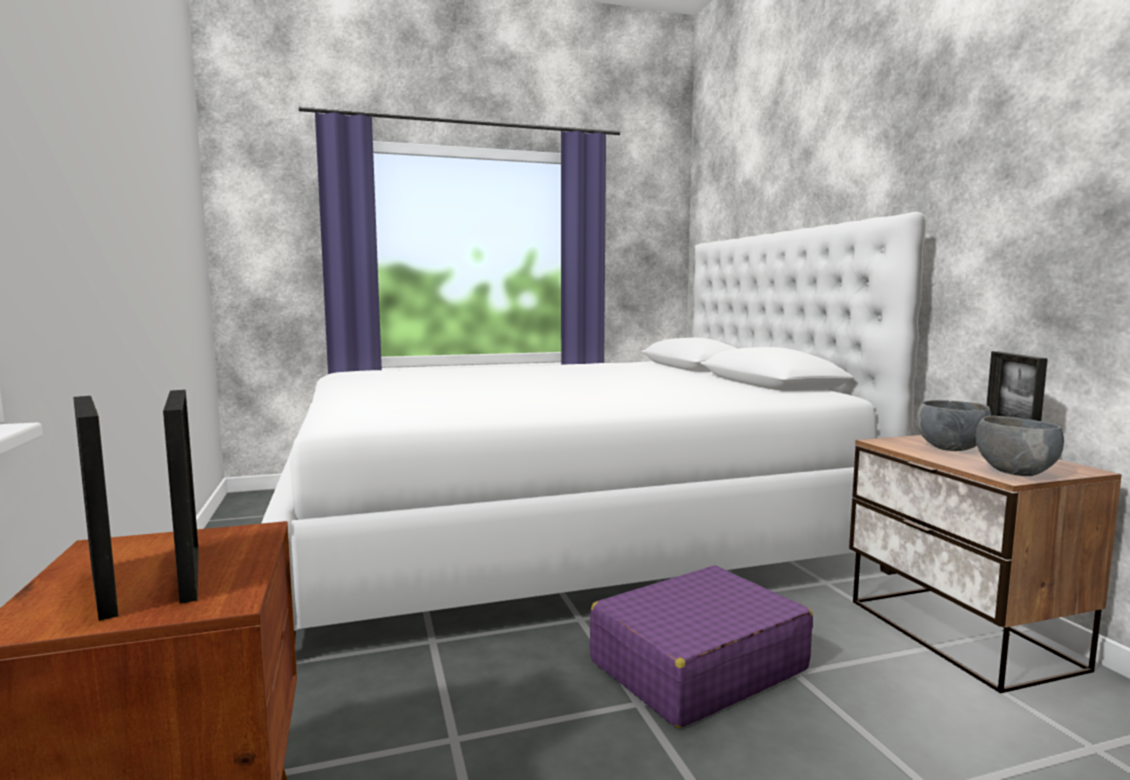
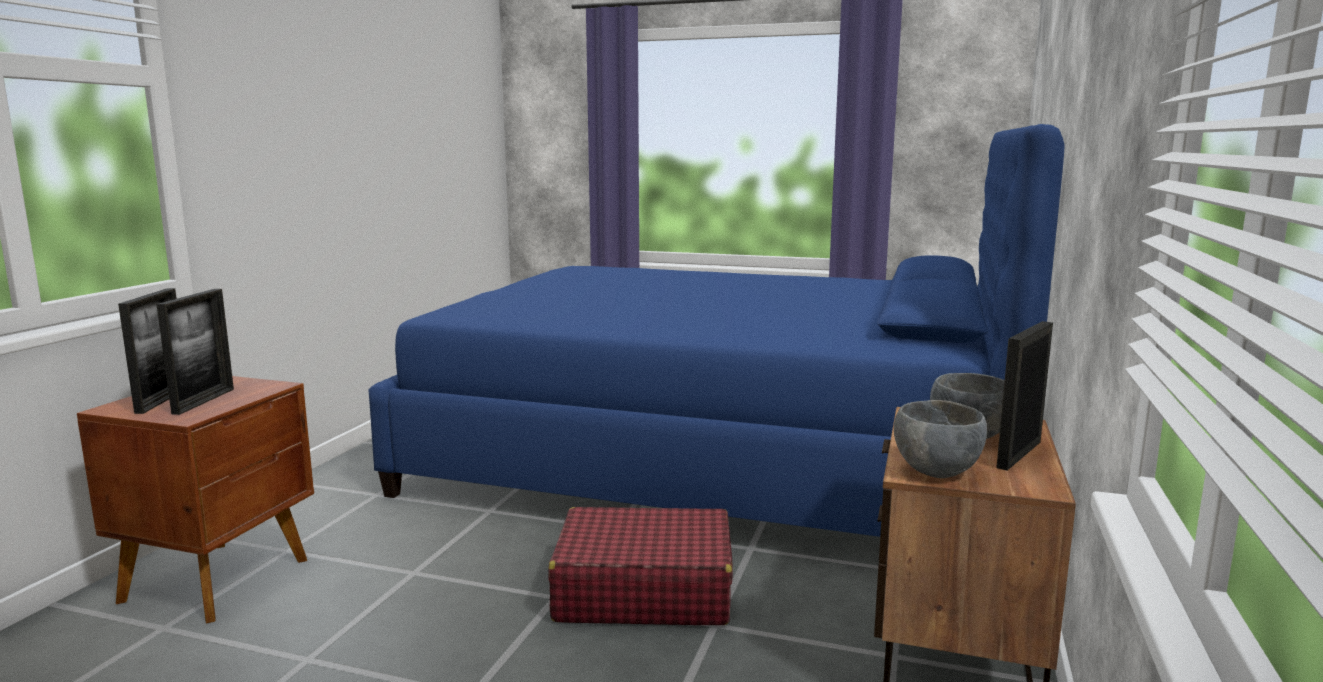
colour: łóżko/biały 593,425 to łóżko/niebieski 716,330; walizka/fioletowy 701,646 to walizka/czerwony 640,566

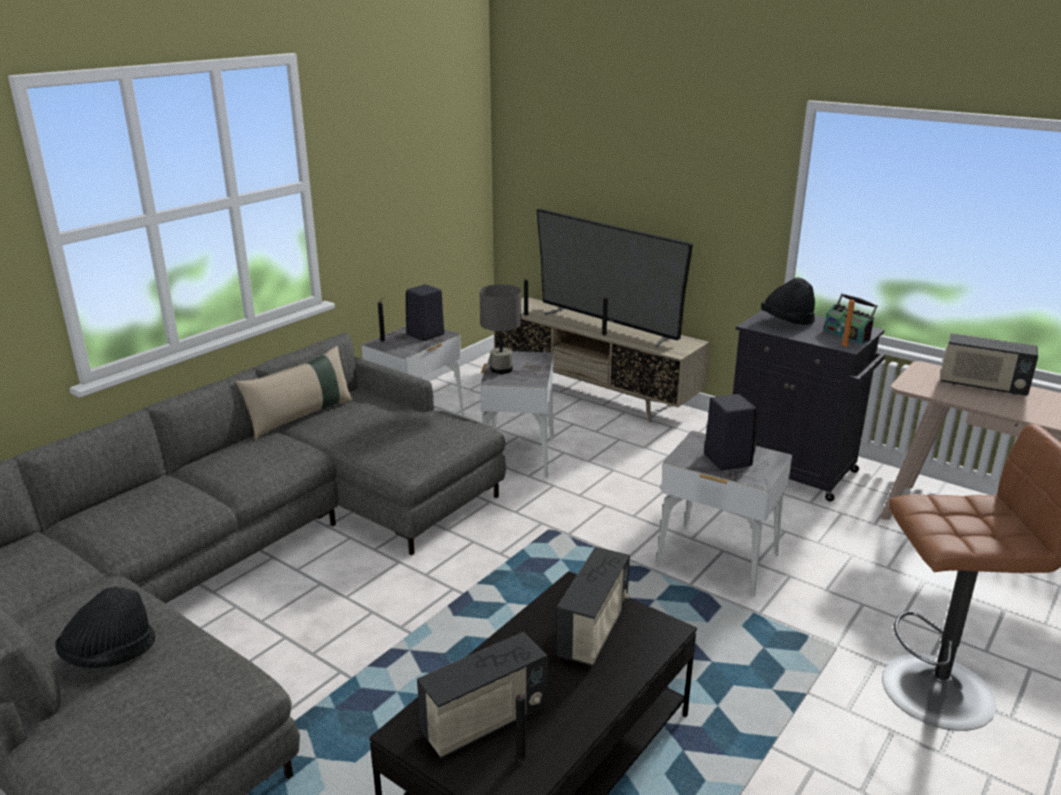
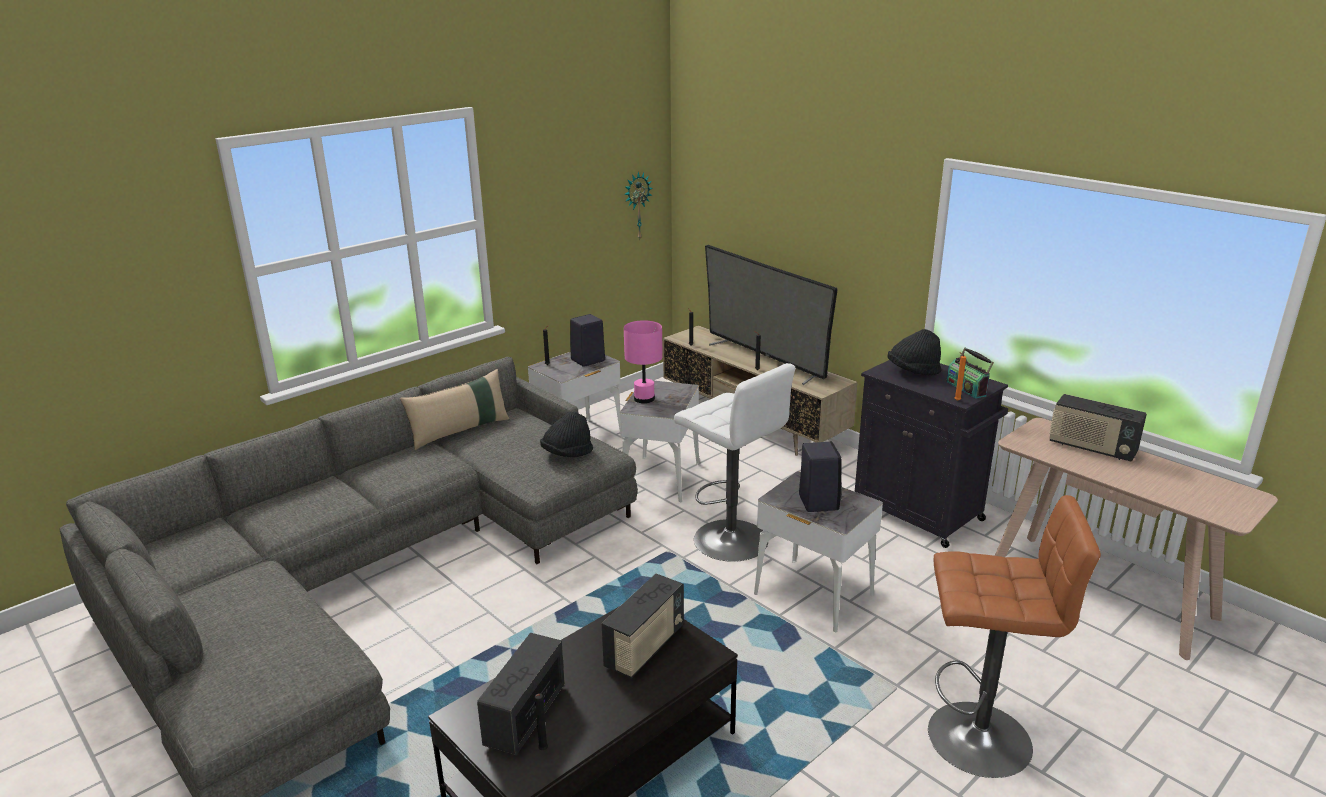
appeared: zegar ścienny 638,205; stołek/biały 734,462
relocated: kapelusz/czarny 105,627 to 566,434
colour: lampa stołowa/szary 500,329 to lampa stołowa/różowy 643,361
spun: radio 482,695 = 521,694 135 degrees clockwise

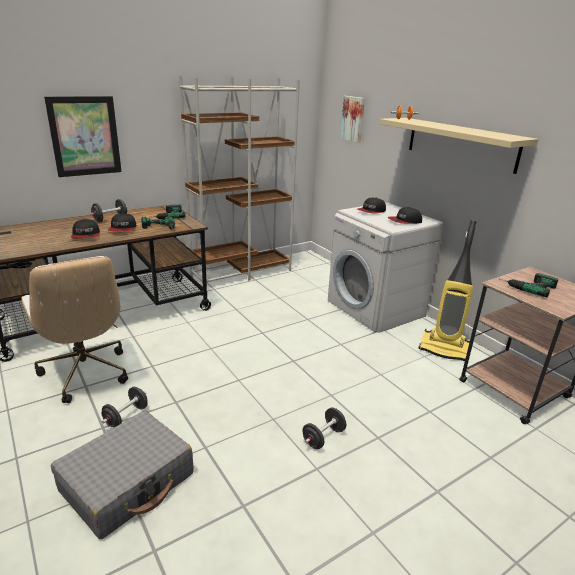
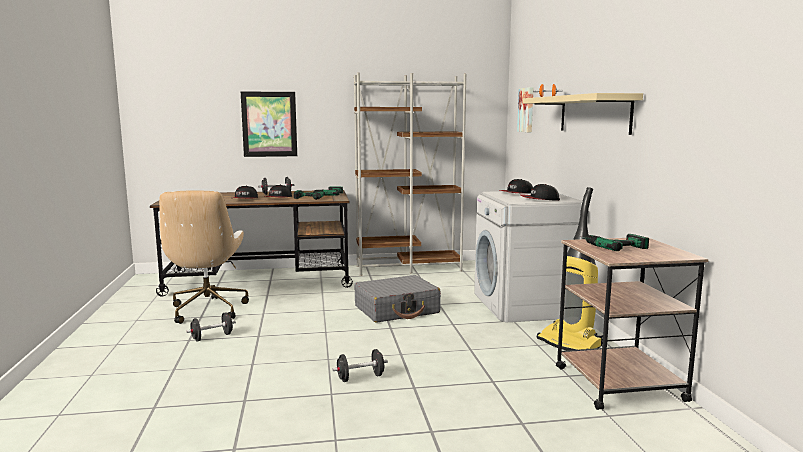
relocated: walizka/szary 122,475 to 397,299

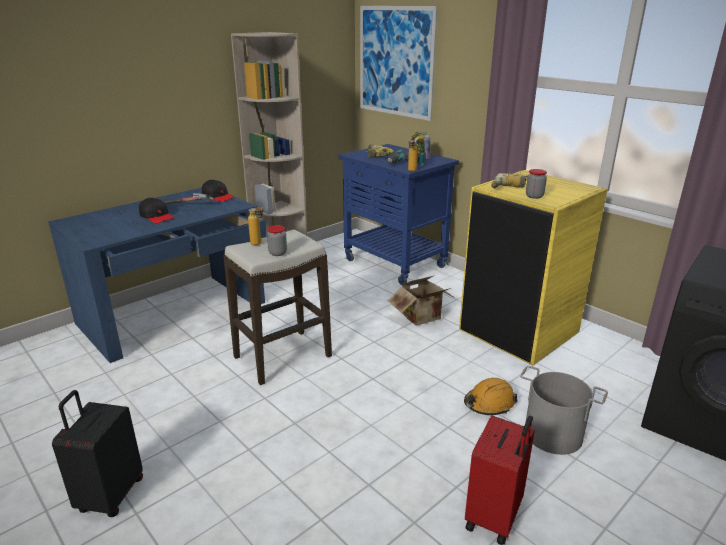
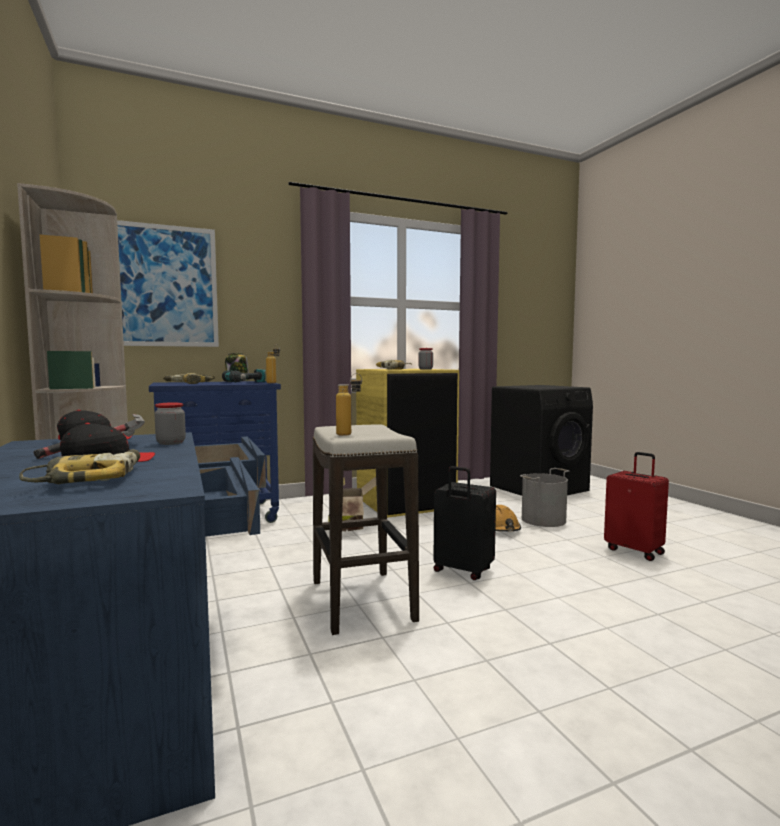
appeared: wiertarka 79,466
relocated: słoik 277,240 to 170,423; walizka/czarny 97,453 to 464,523

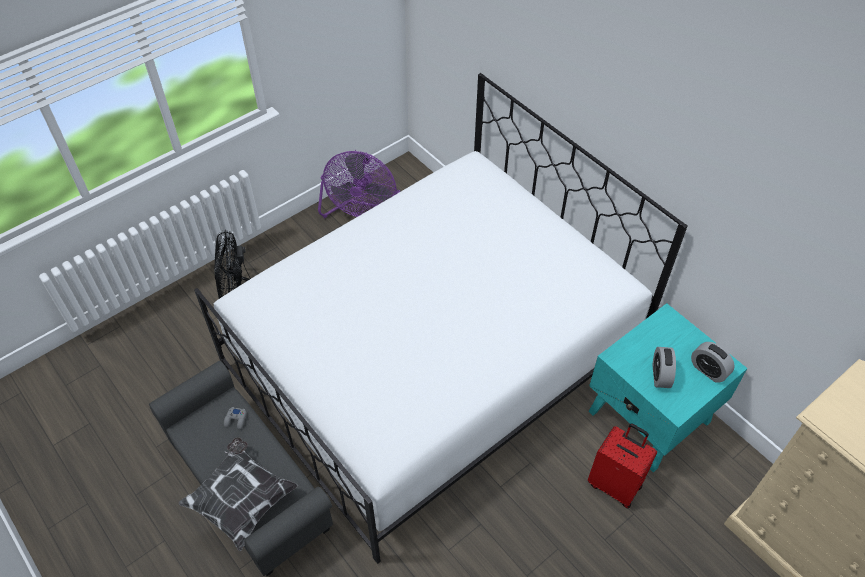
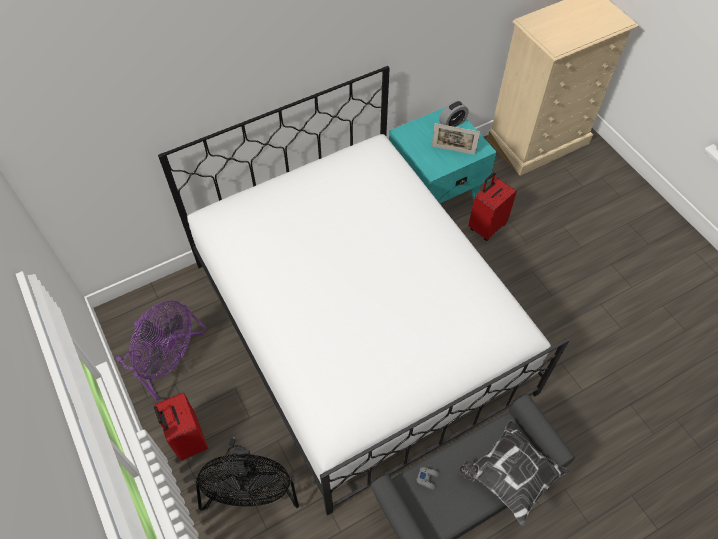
appeared: walizka/czerwony 181,426
exchanged: budzik 664,367 to ramka na zdjęcie 456,139

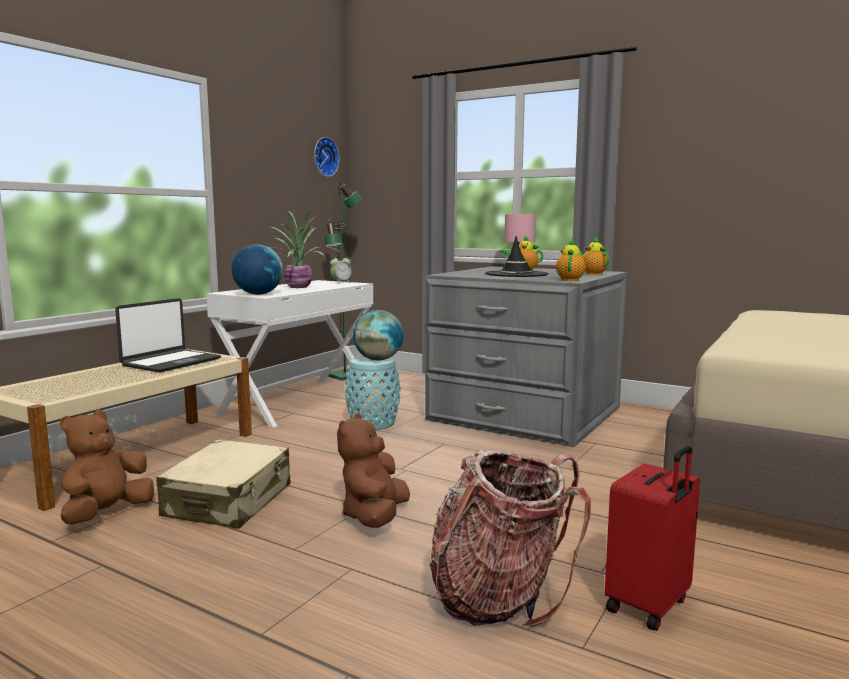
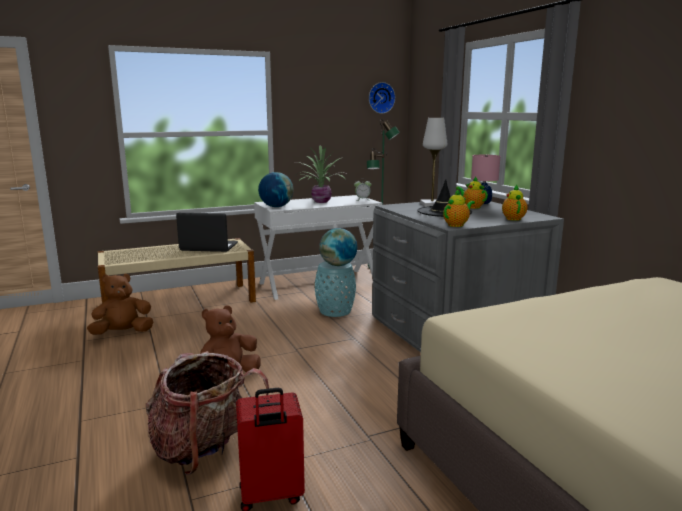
missing: walizka/beżowy 223,484
appeared: lampa stołowa/biały 433,162
spun: laptop 168,335 = 207,232 150 degrees counterclockwise

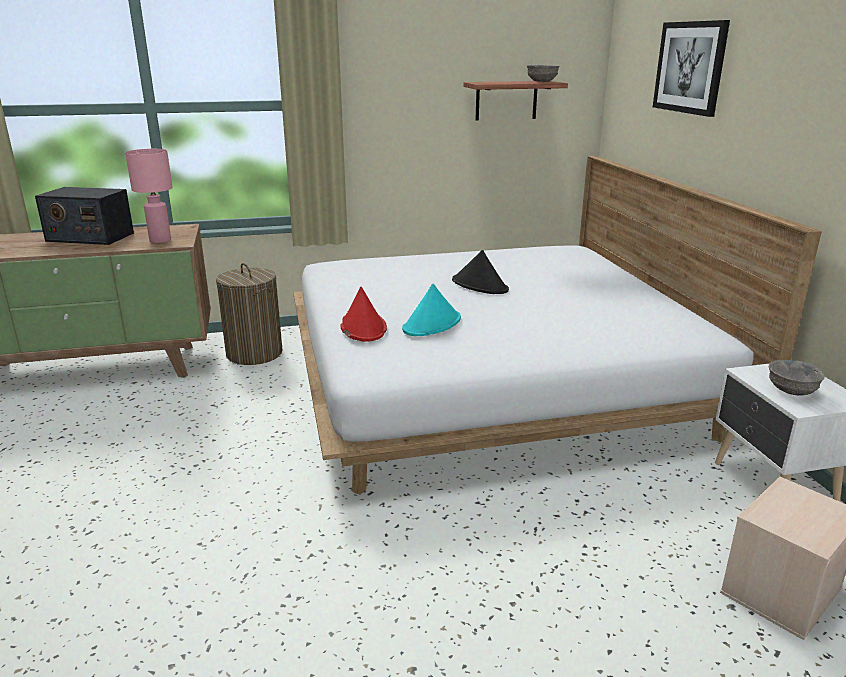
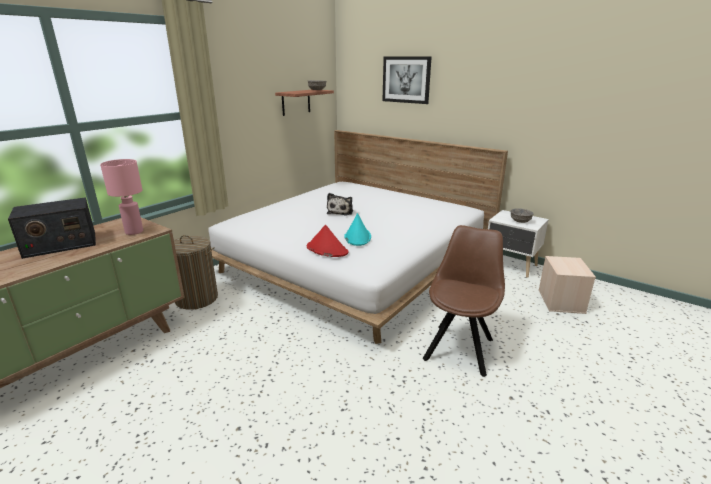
appeared: krzesło/brązowy 464,301
exchanged: kapelusz/czarny 480,272 to pluszak 340,204

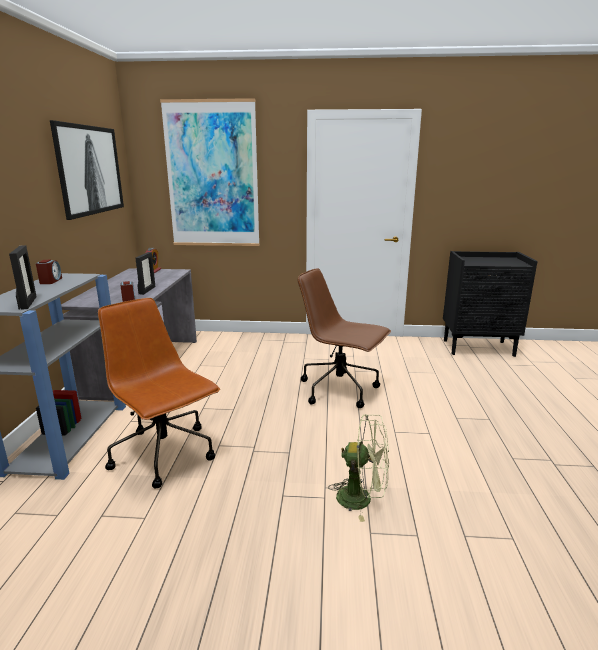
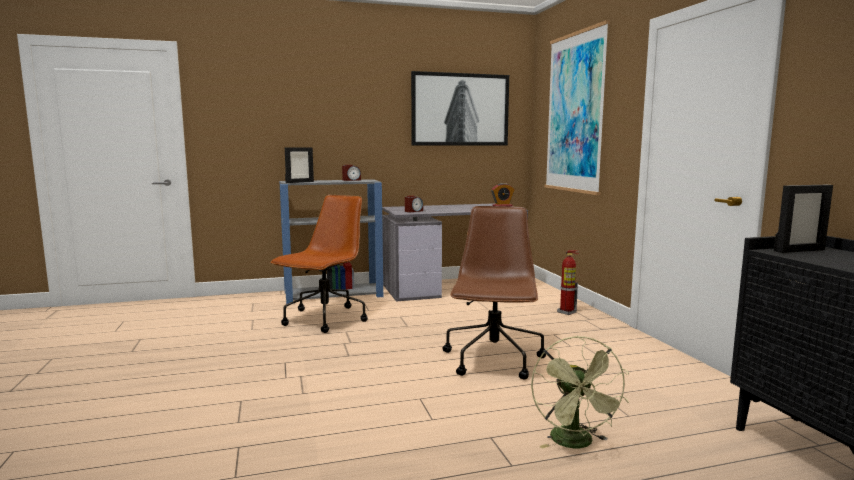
appeared: gaśnica 568,282
relocated: ramka na zdjęcie 145,273 to 803,219; wentylator/zielony 358,468 to 580,392

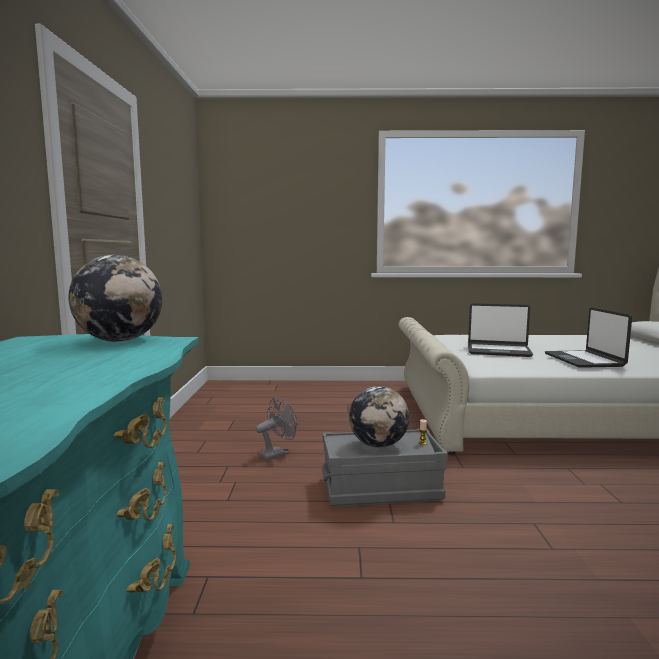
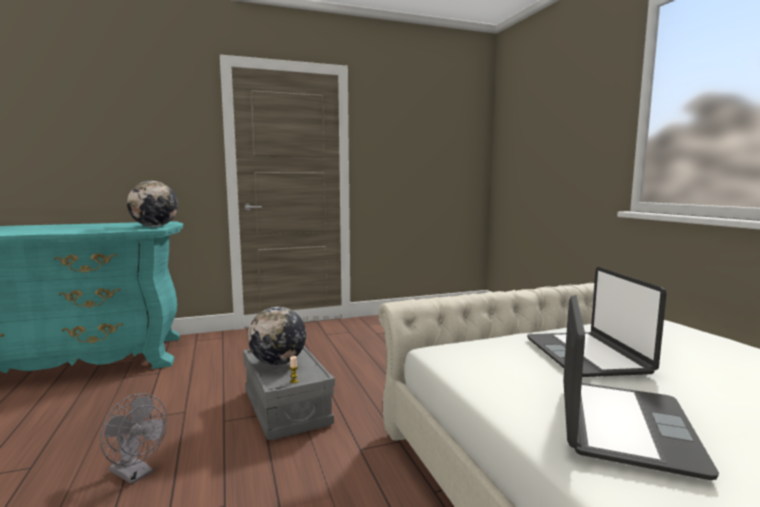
relocated: wentylator/szary 276,428 to 133,438
spun: laptop 588,337 = 641,387 135 degrees clockwise

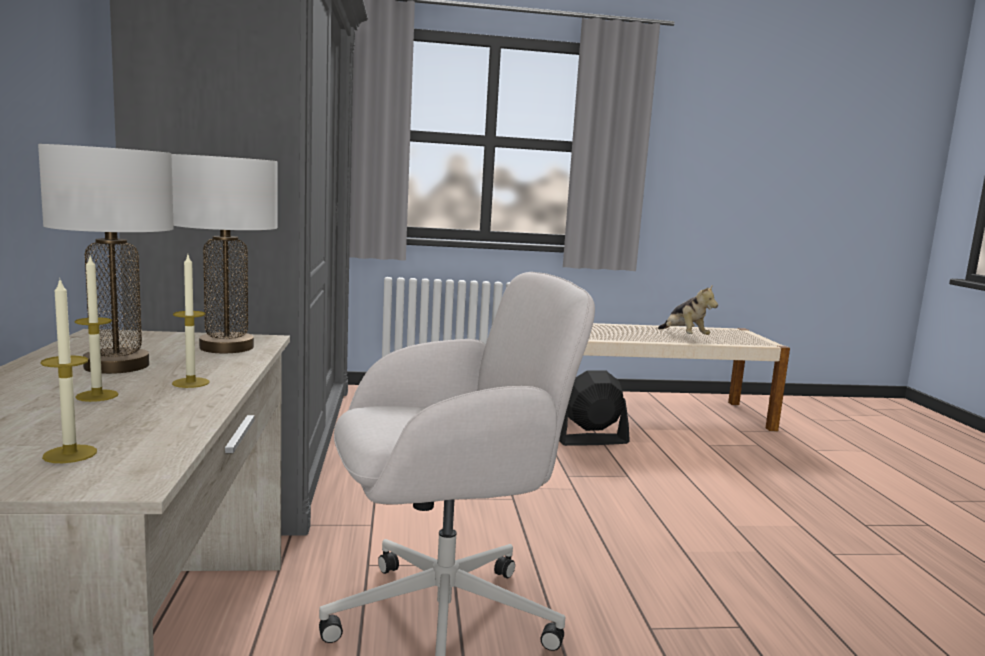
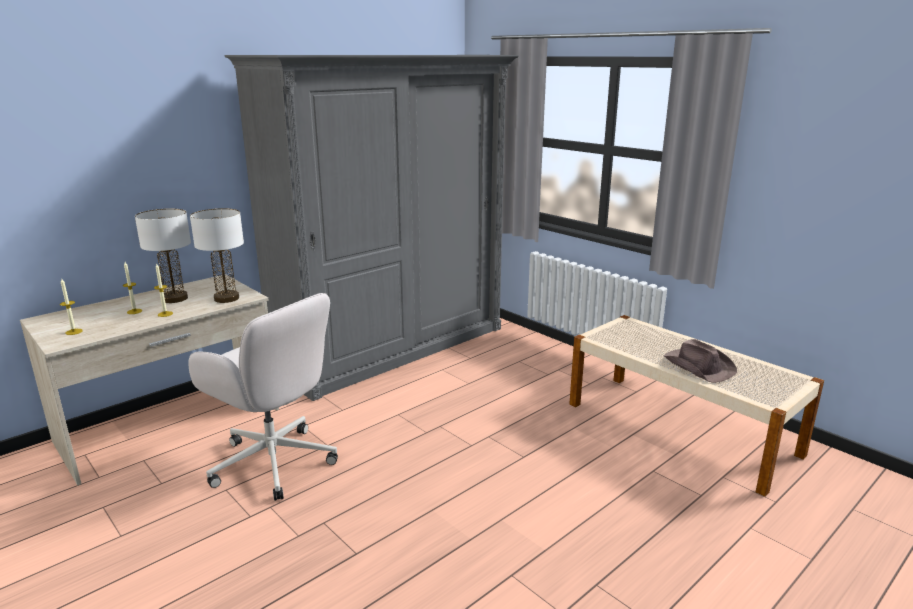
missing: wentylator/czarny 594,408
exchanged: pluszak 688,309 to kapelusz/brązowy 700,361

